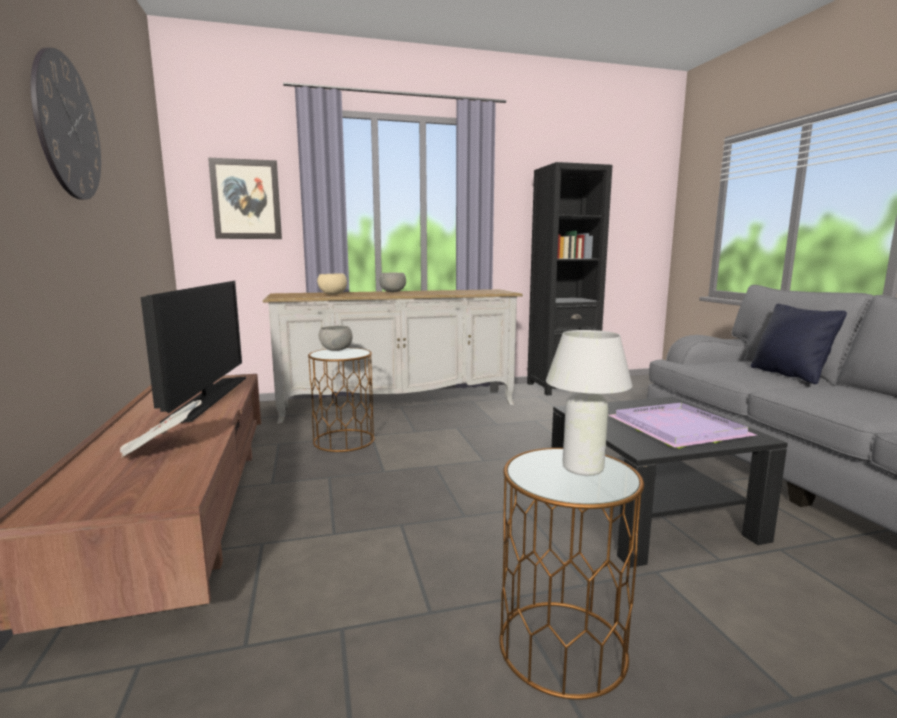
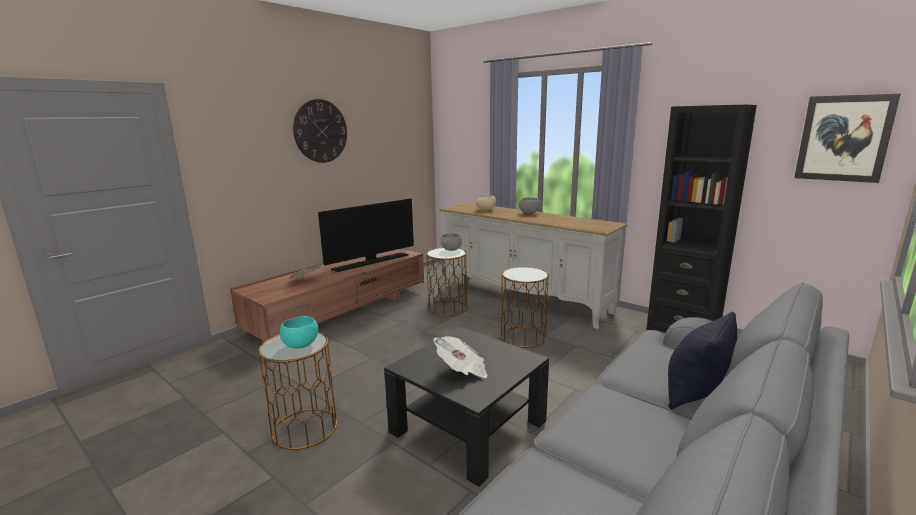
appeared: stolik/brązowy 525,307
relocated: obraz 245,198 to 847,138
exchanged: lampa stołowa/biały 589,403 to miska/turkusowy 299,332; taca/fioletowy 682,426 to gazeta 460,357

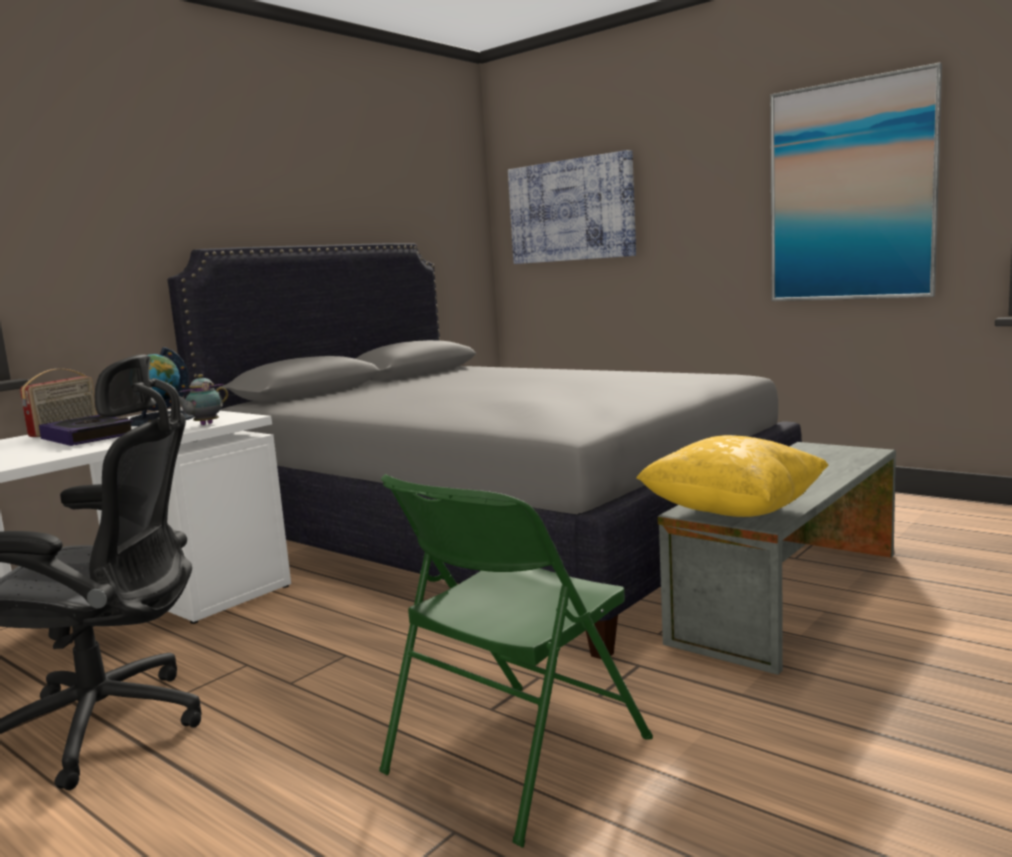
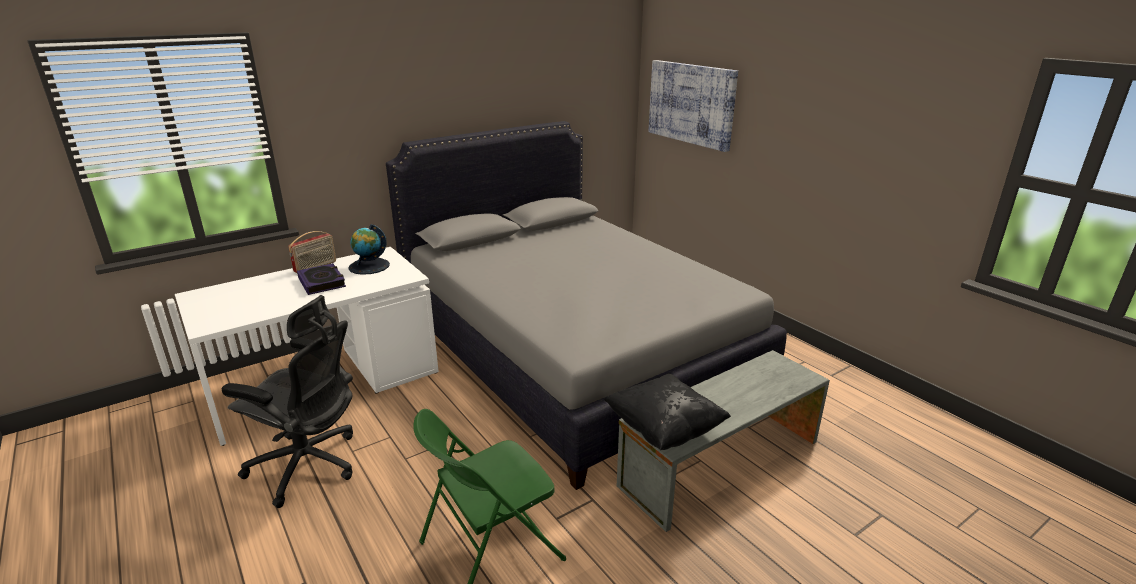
missing: obraz 856,182; imbryk 203,399
colour: poduszka/żółty 732,476 to poduszka/czarny 667,411

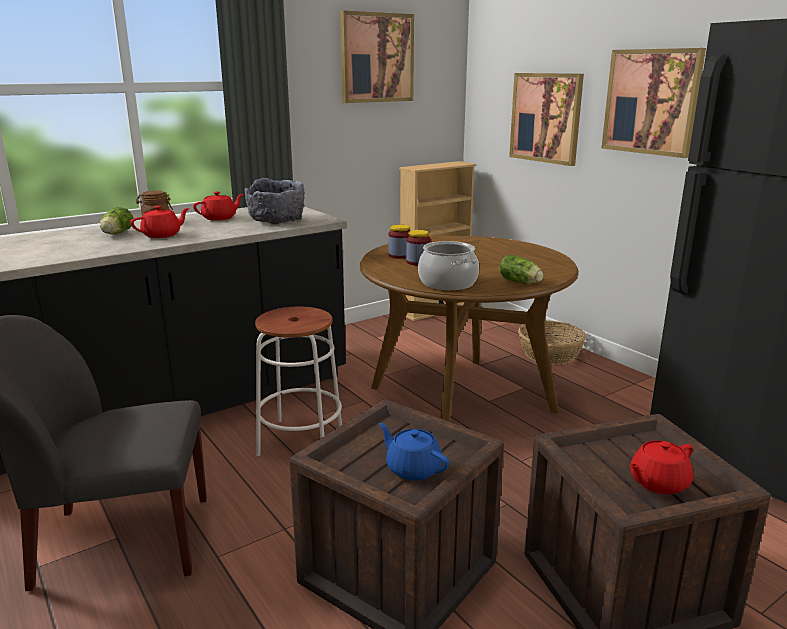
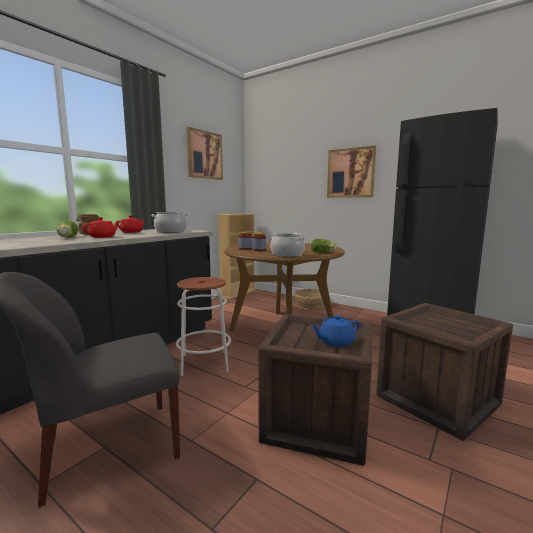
missing: obraz 546,119; imbryk/czerwony 661,467
exchanged: miska/szary 275,201 to garnek 170,222
spun: imbryk/niebieski 414,452 = 335,331 45 degrees counterclockwise

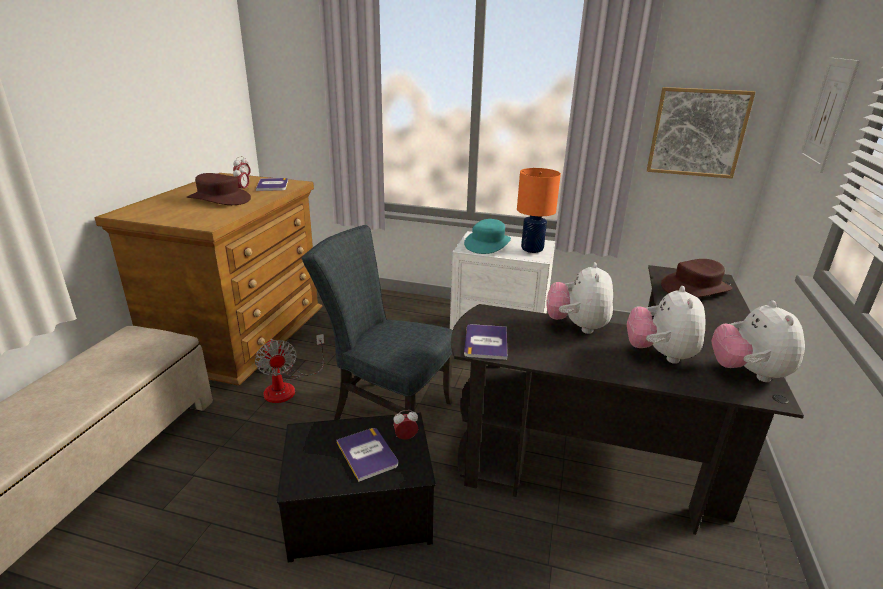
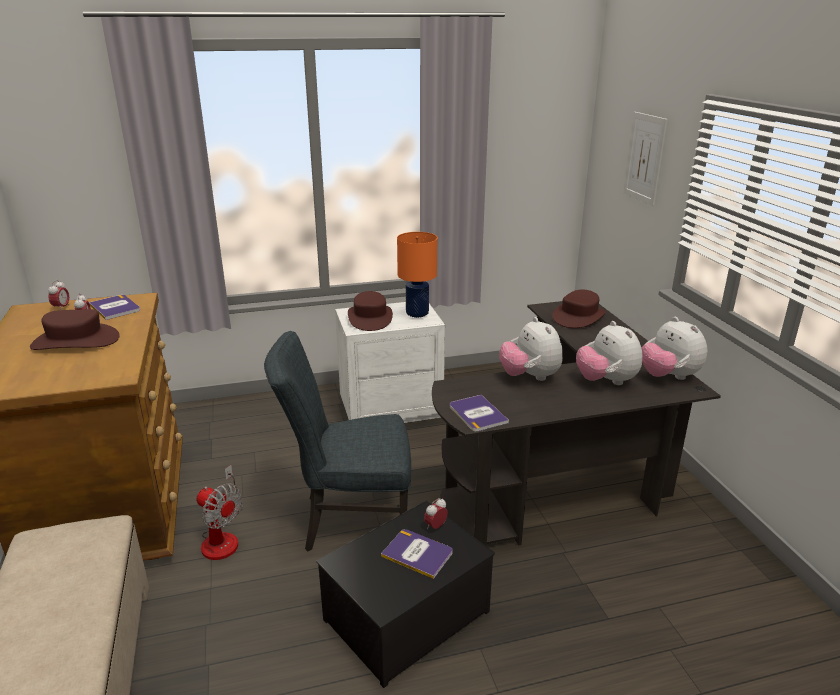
missing: obraz 701,133
colour: kapelusz/turkusowy 487,236 to kapelusz/brązowy 370,311

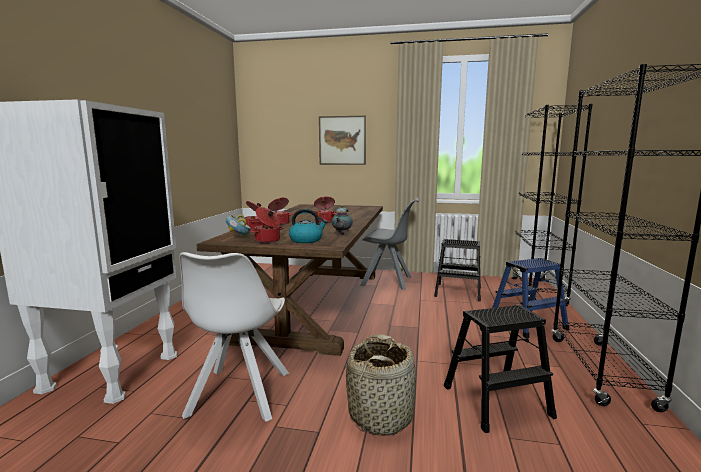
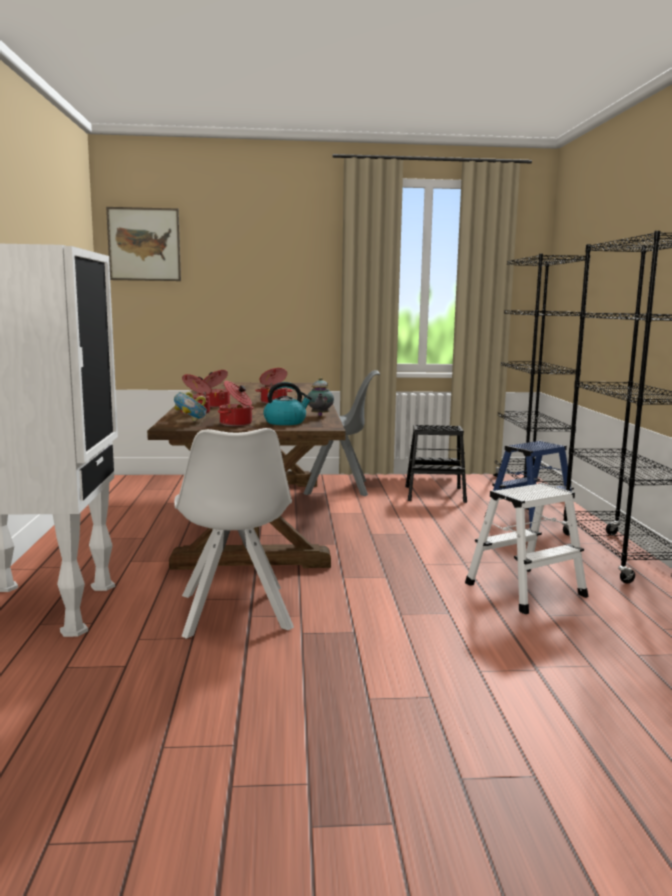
missing: koszyk 381,385
relocated: obraz 342,140 to 143,244
colour: drabinka/czarny 500,369 to drabinka/biały 526,548

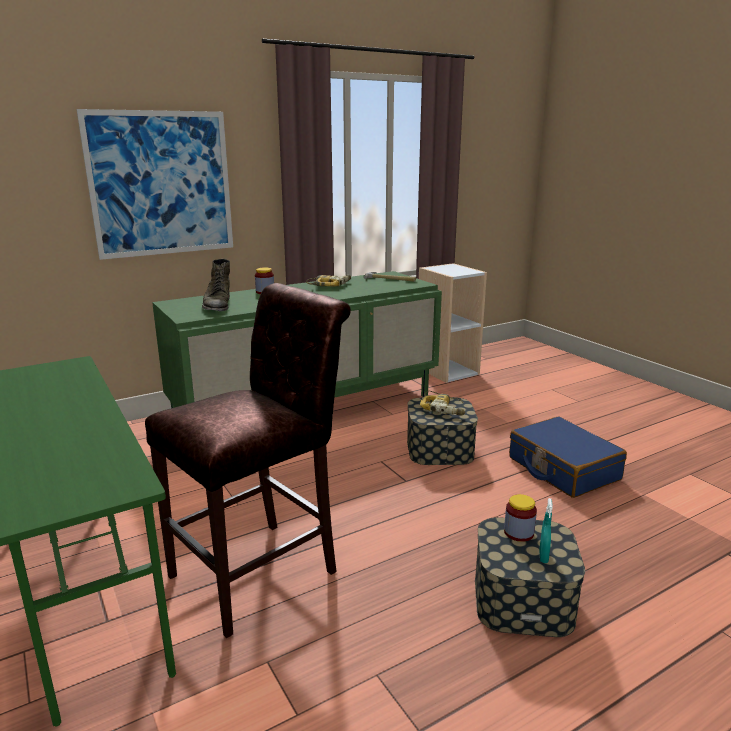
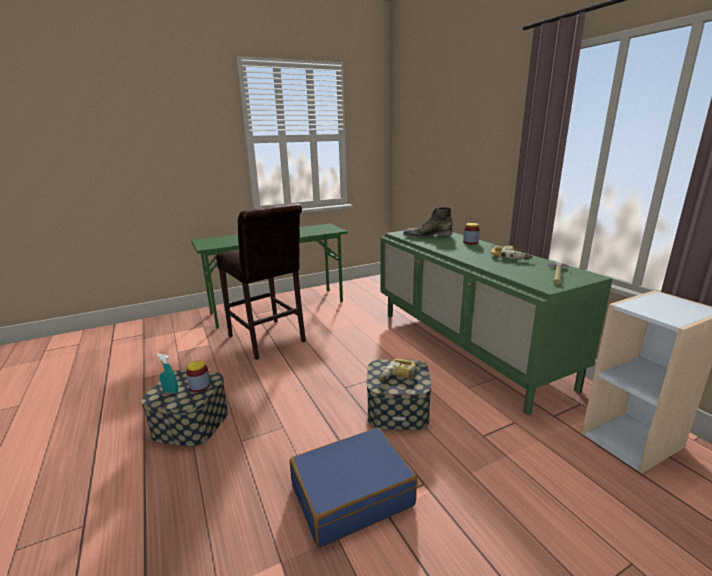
missing: obraz 154,184

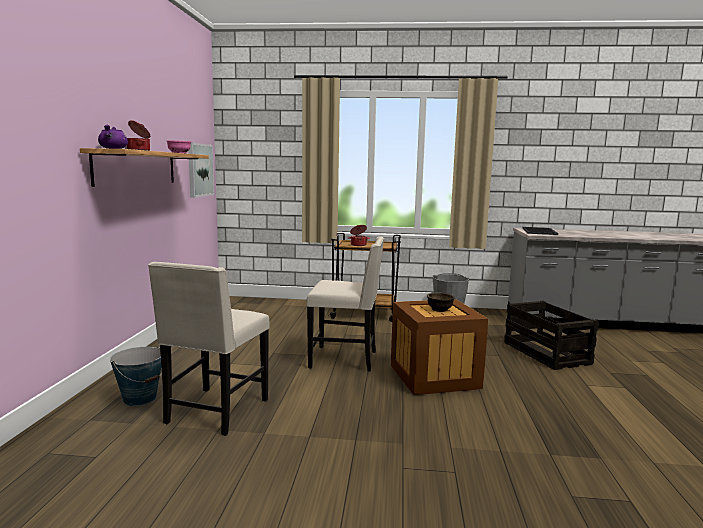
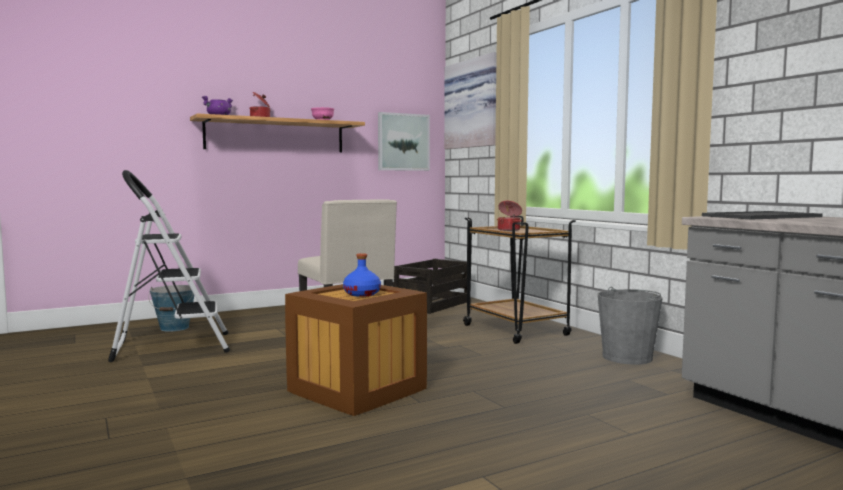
appeared: obraz 470,100
relocated: skrzynka 551,335 to 430,286
exchanged: krzesło/beżowy 209,349 to drabinka 169,266; miska/brązowy 441,302 to butelka/niebieski 362,275

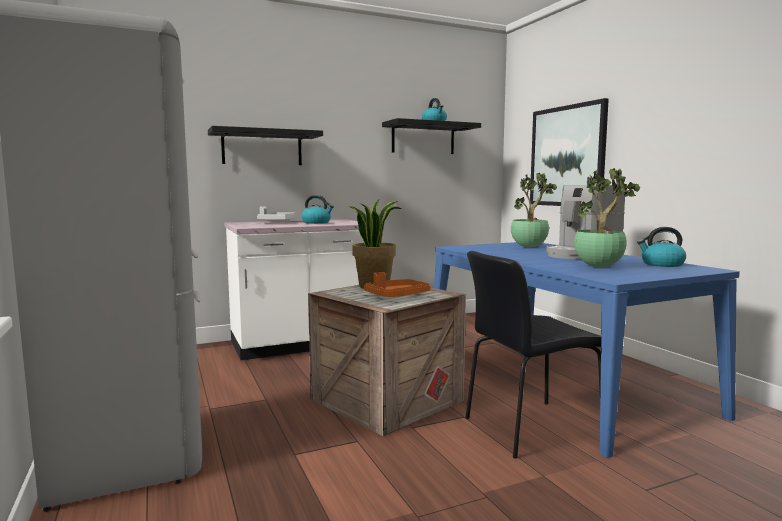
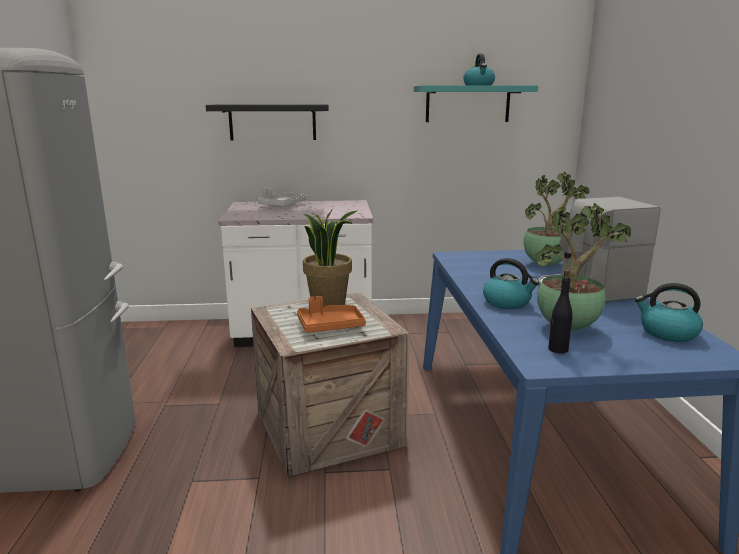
missing: obraz 569,152; krzesło/czarny 533,354
appeared: butelka/czarny 560,312
relocated: czajnik 318,209 to 511,283
colour: półka/czarny 431,136 to półka/turkusowy 476,103

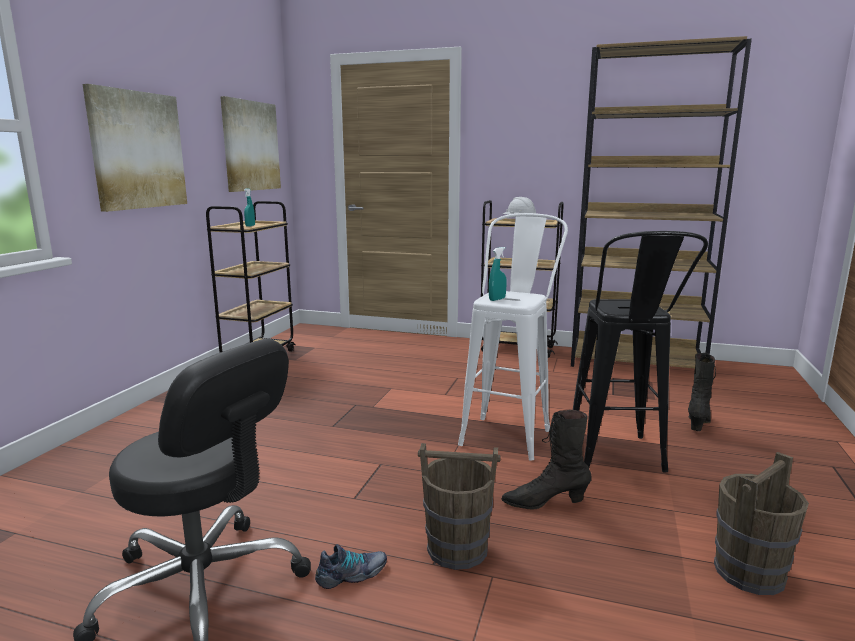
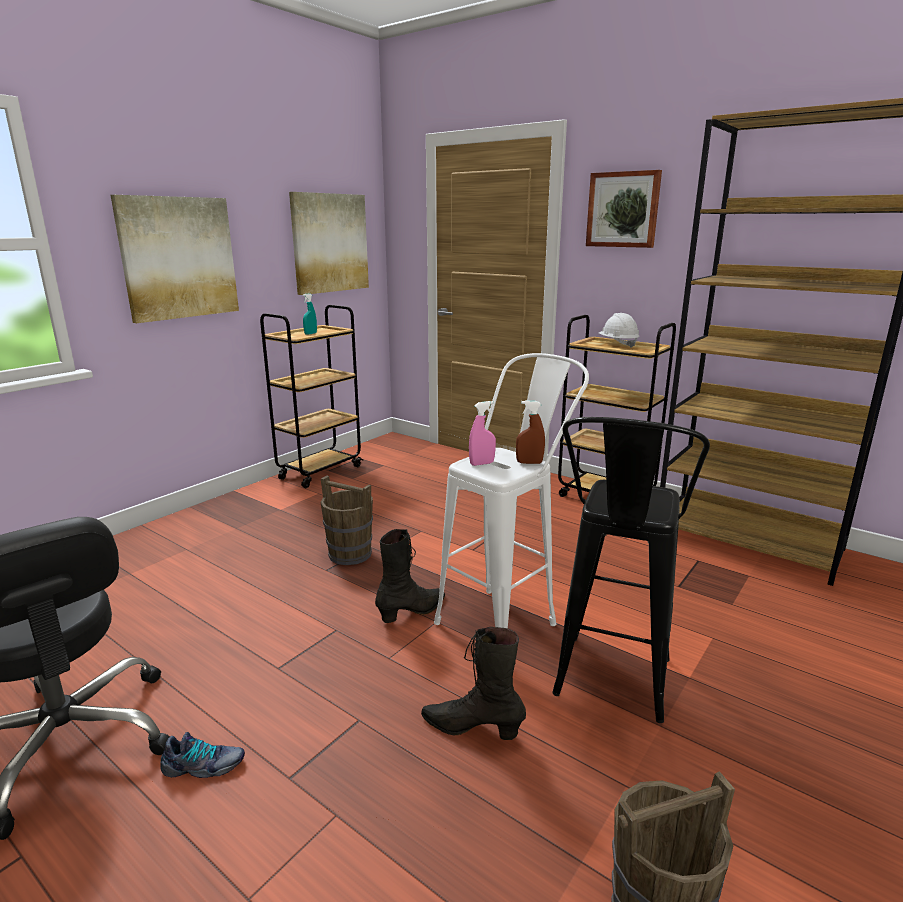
appeared: obraz 624,209; spryskiwacz/brązowy 530,432
relocated: but z cholewką/czarny 702,391 to 410,576; wiadro/brązowy 459,506 to 346,520
colour: spryskiwacz/turkusowy 498,274 to spryskiwacz/różowy 482,433

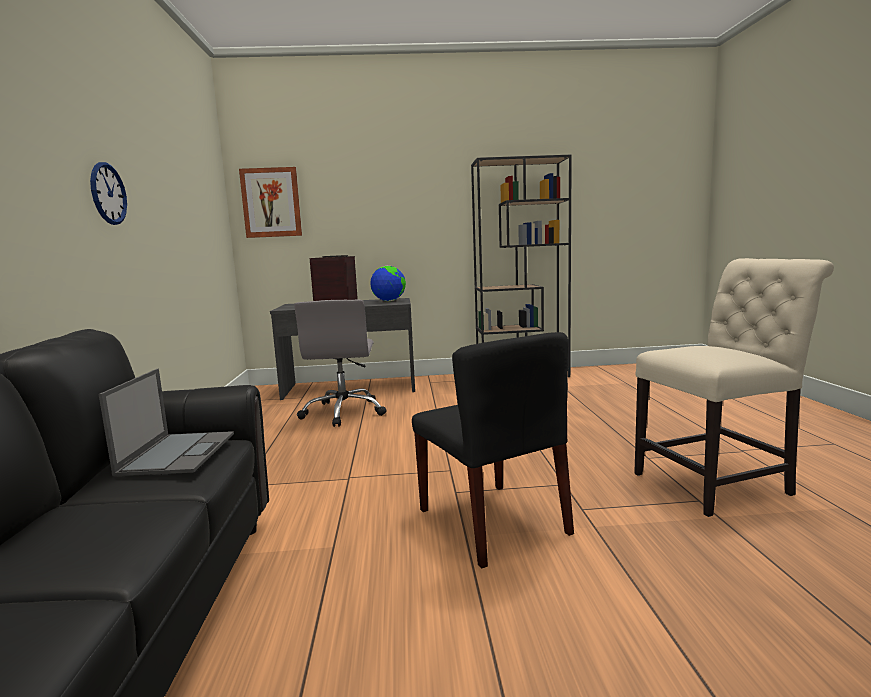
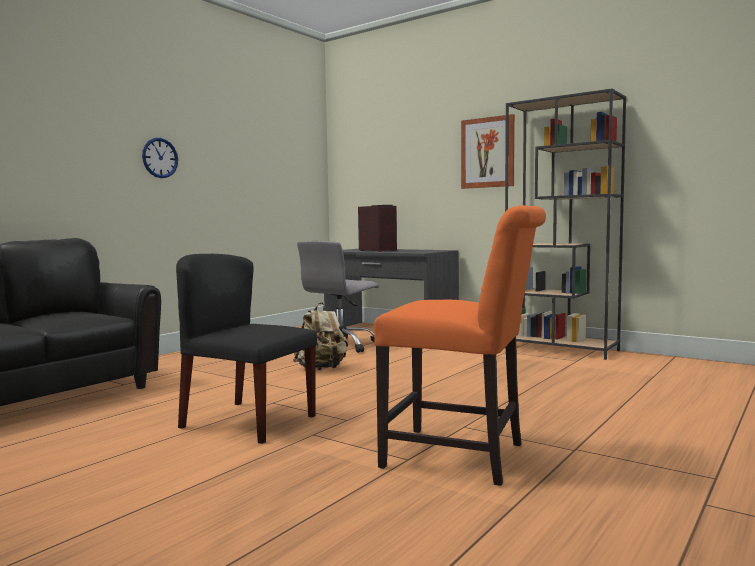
missing: globus 388,283; laptop 166,422
appeared: plecak/beżowy 320,336
relocated: obraz 270,202 to 488,151
colour: krzesło/beżowy 734,387 to krzesło/pomarańczowy 460,345
spun: krzesło/czarny 493,450 = 246,349 105 degrees clockwise

